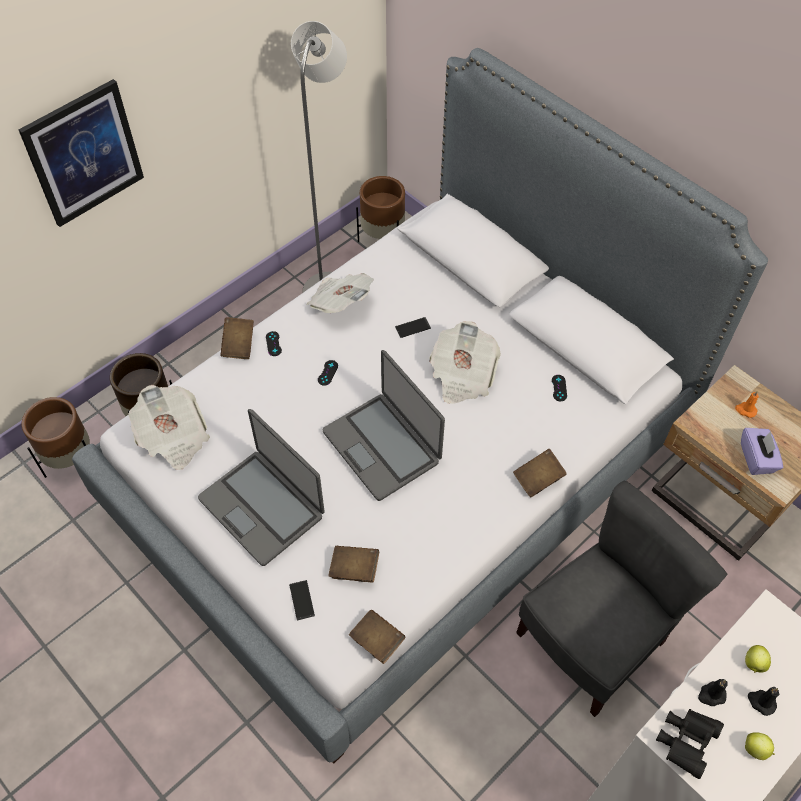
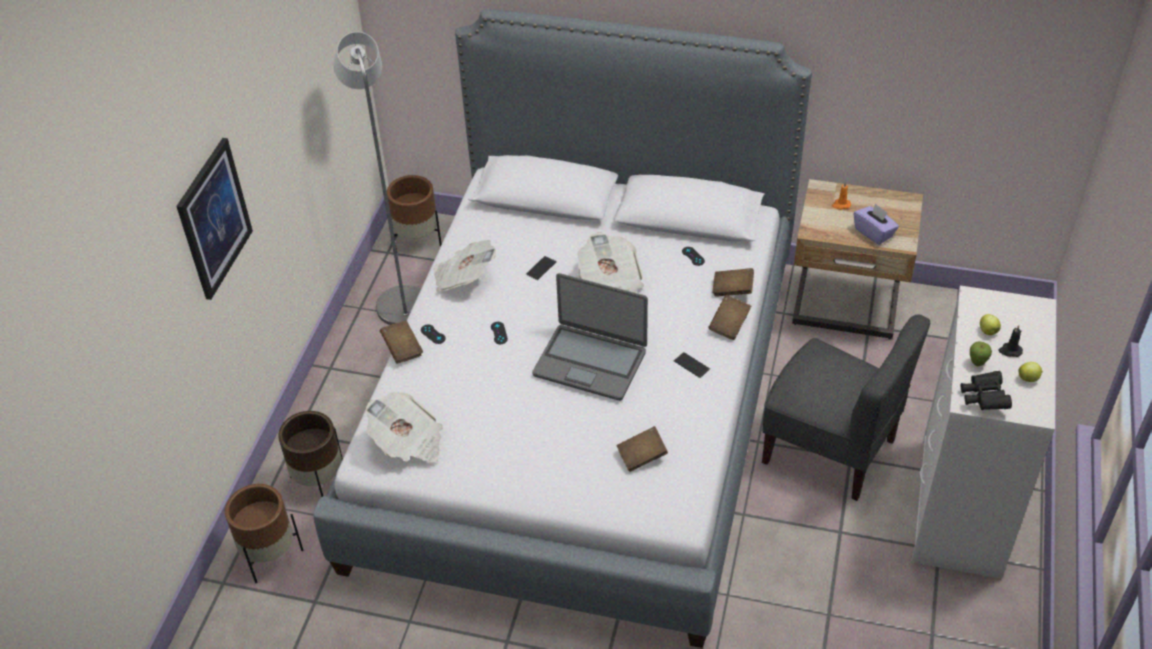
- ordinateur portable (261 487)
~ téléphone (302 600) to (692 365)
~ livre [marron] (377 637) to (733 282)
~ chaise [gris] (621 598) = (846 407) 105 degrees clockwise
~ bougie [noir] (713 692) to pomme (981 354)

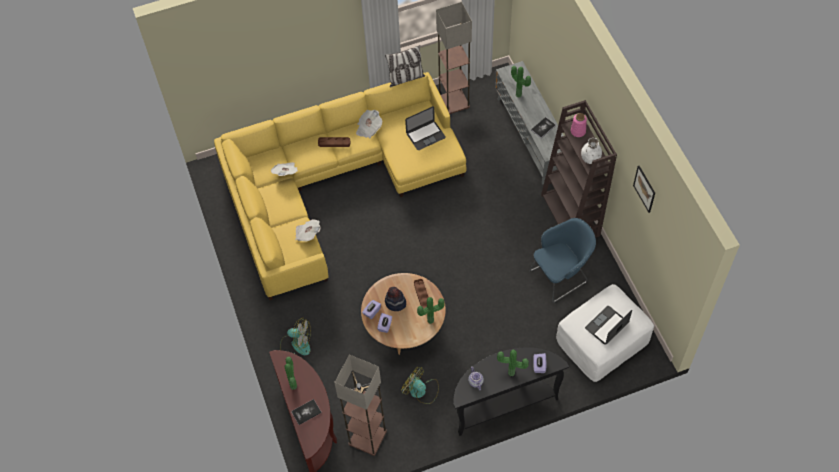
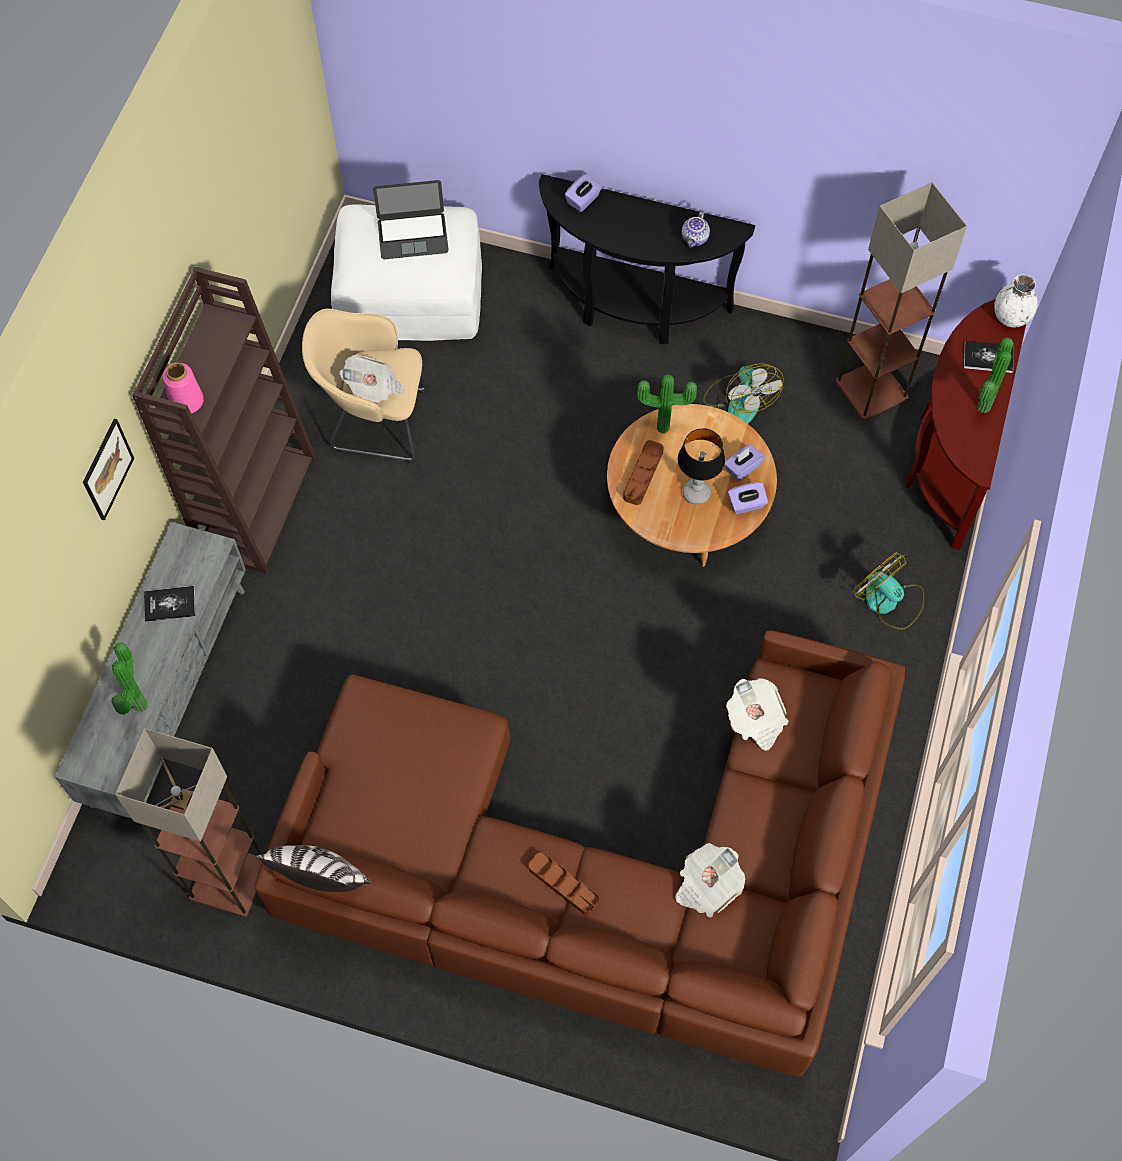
~ canapé [jaune] (340 186) to canapé [marron] (579 853)
~ journal (369 124) to (372 378)
~ chapeau (395 299) to lampe de table (701 466)
- ordinateur portable (425 128)
- plante en pot (513 363)
~ fauteuil [bleu] (562 260) to fauteuil [beige] (365 385)
~ vase [blanc] (591 151) to (1016 300)
~ tableau (644 189) to (108 470)

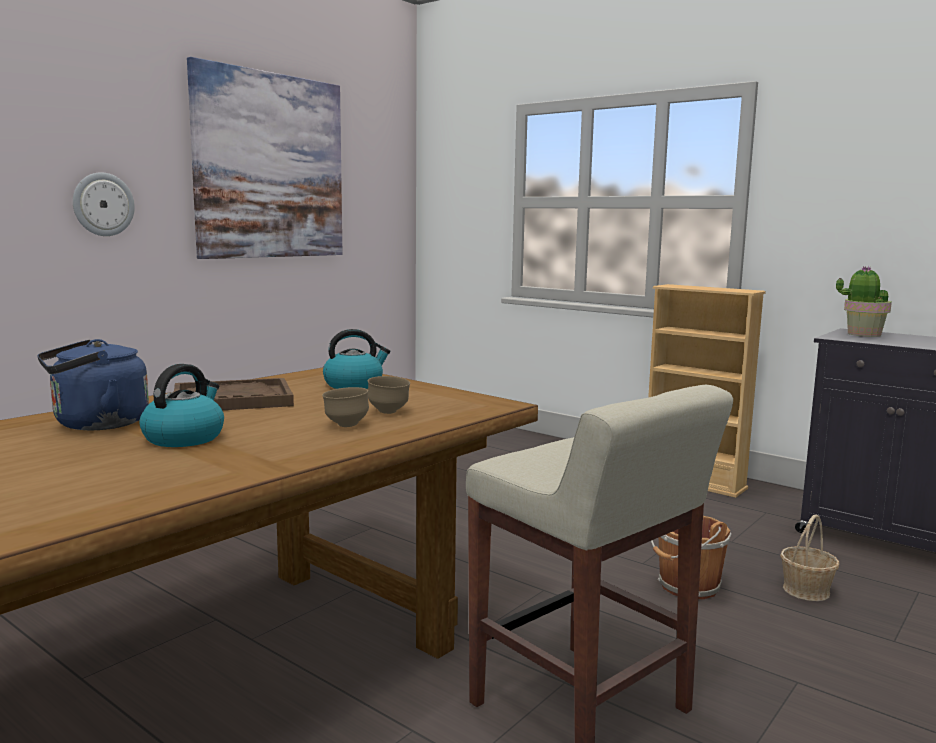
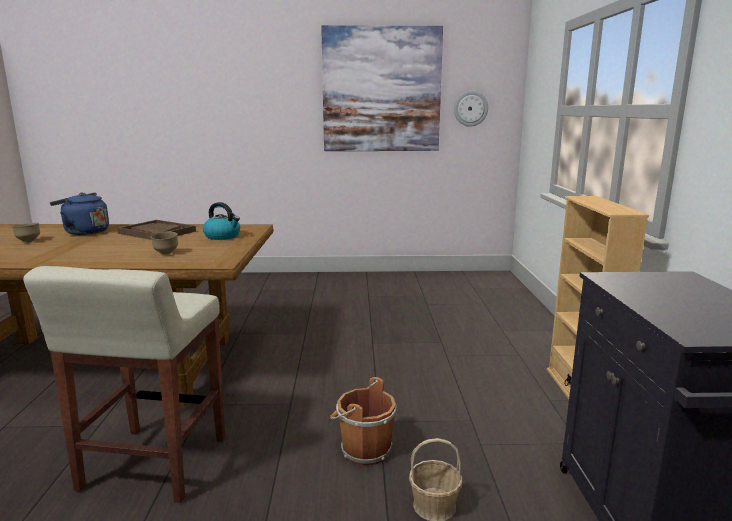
~ horloge murale (104 204) to (471 109)
- bouilloire (181 405)
~ bol [marron] (345 407) to (26 232)
- plante en pot (864 301)

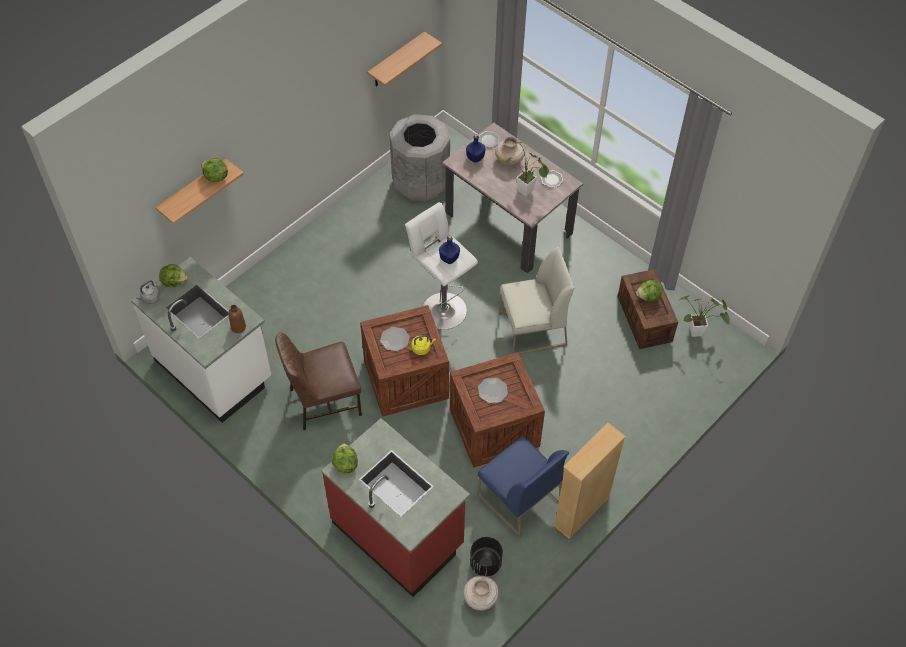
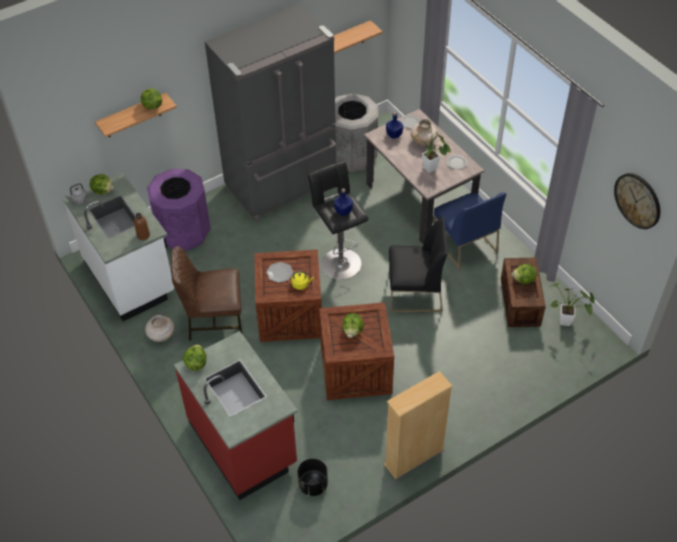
~ tabouret [blanc] (441 266) to tabouret [noir] (338 220)
~ vase [beige] (481 593) to (159 328)
~ assiette (493 390) to laitue (353 325)
~ chaise [bleu] (523 487) to (470 231)
~ chaise [blanc] (536 300) to chaise [noir] (418 264)
+ poubelle [violet] (179 210)
+ réfrigérateur [gris] (271 113)
+ horloge murale (637 201)

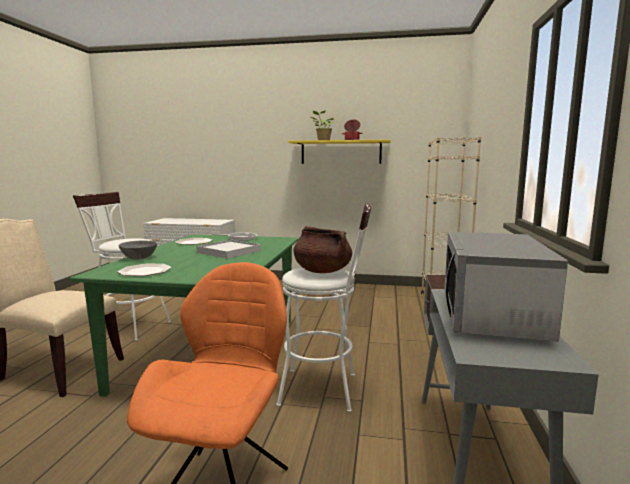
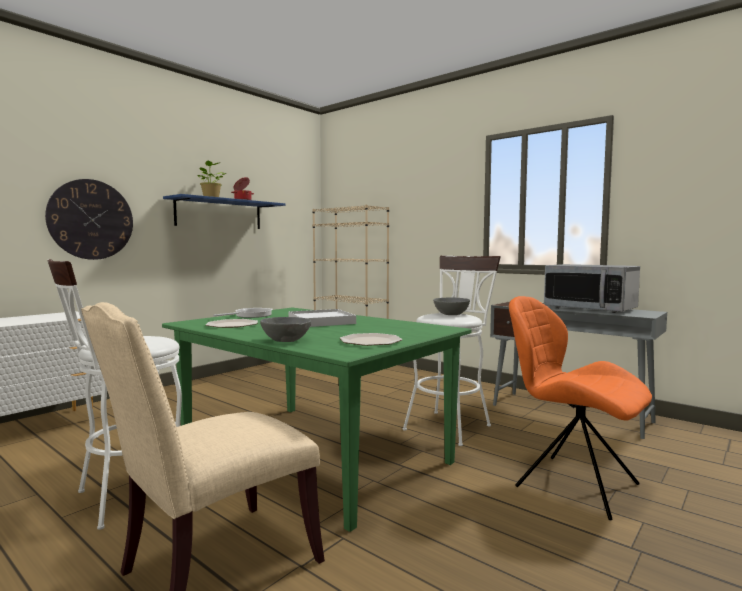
~ étagère [jaune] (339 152) to étagère [bleu] (224 211)
~ marmite [marron] (323 249) to bol [gris] (451 306)
+ horloge murale (89 219)

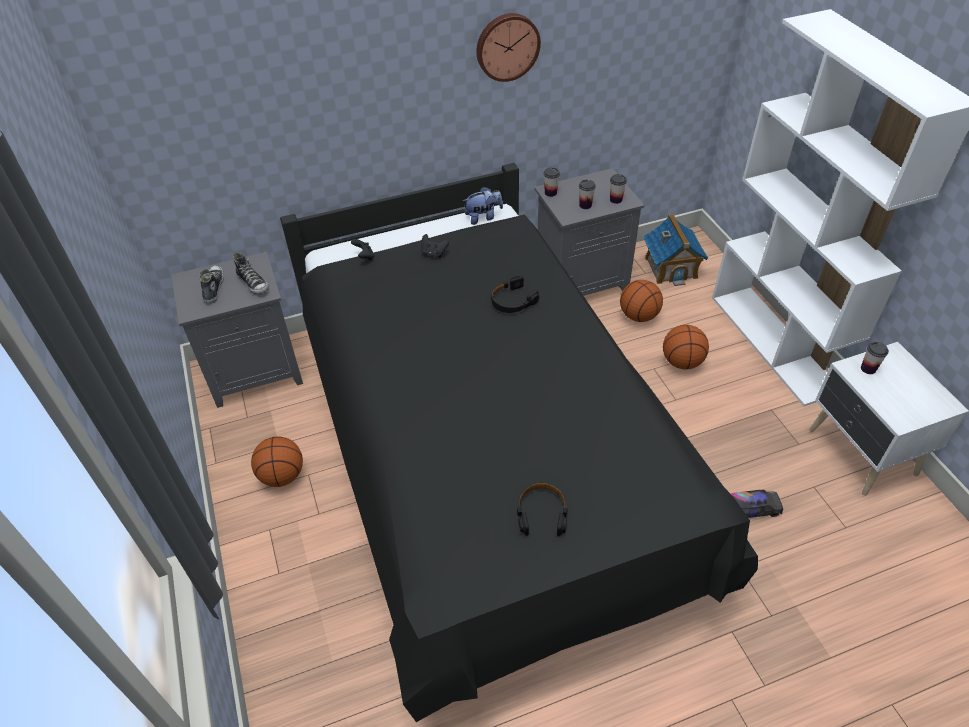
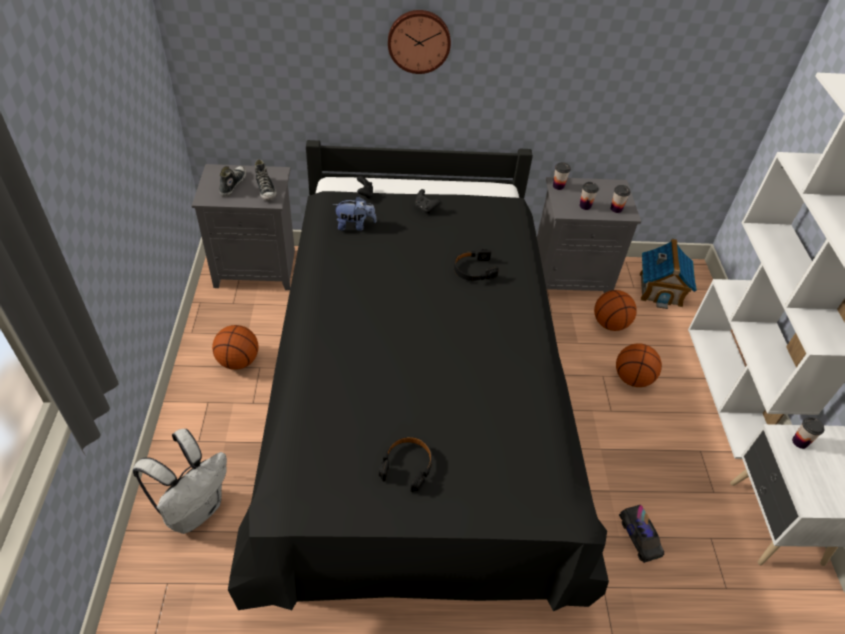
~ peluche (483 206) to (355 213)
~ horloge murale (508 47) to (419 42)
~ camion jouet (757 504) = (641 534) 60 degrees clockwise
+ sac à dos [blanc] (180 481)

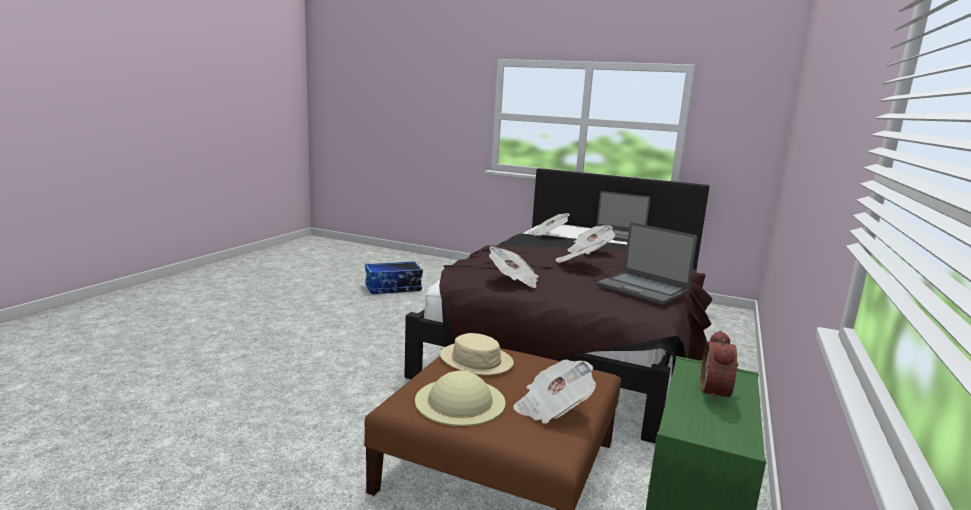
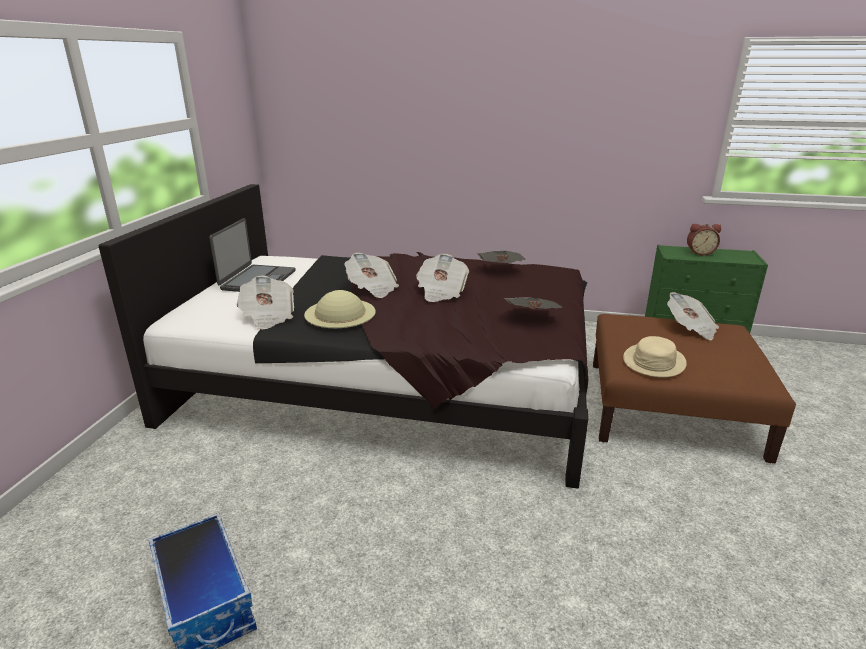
~ chapeau [beige] (460 398) to (340 309)
~ ordinateur portable (647 263) to journal (501 257)

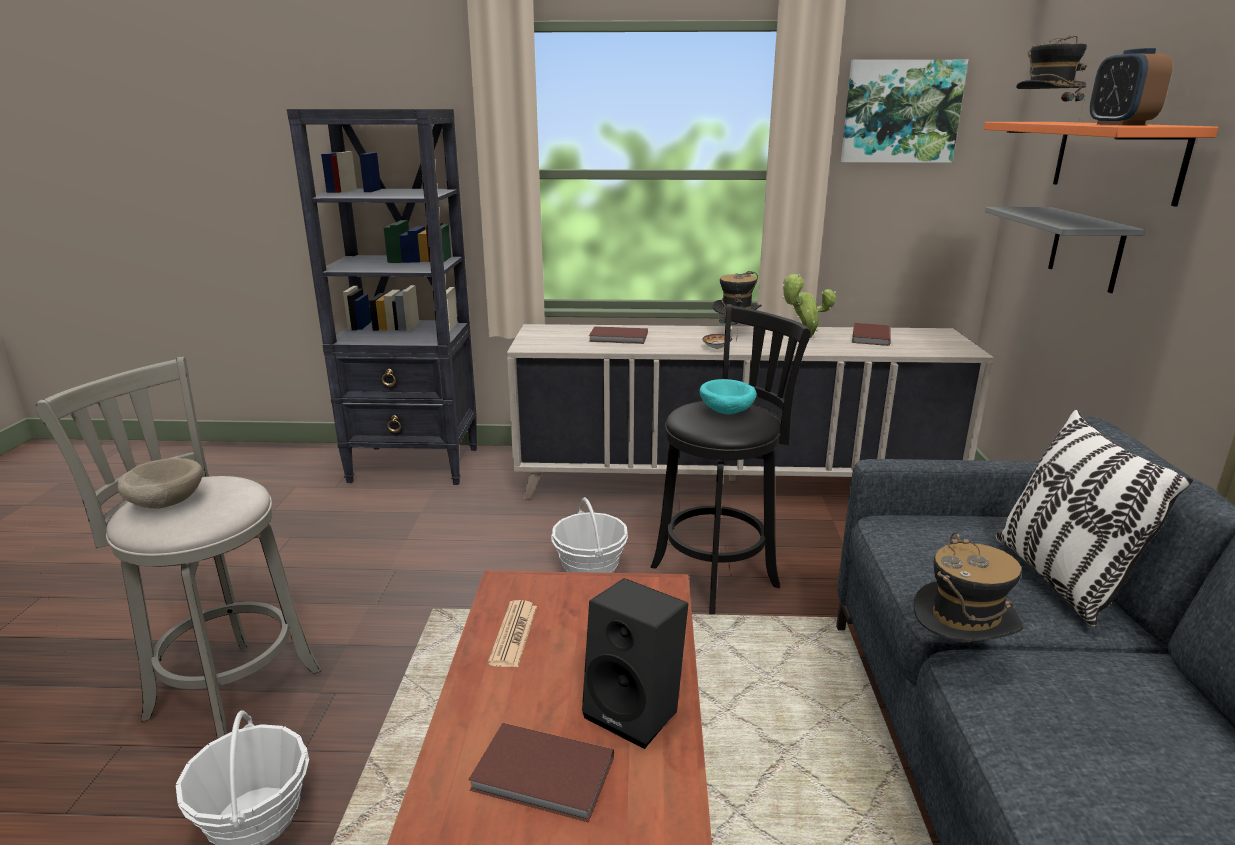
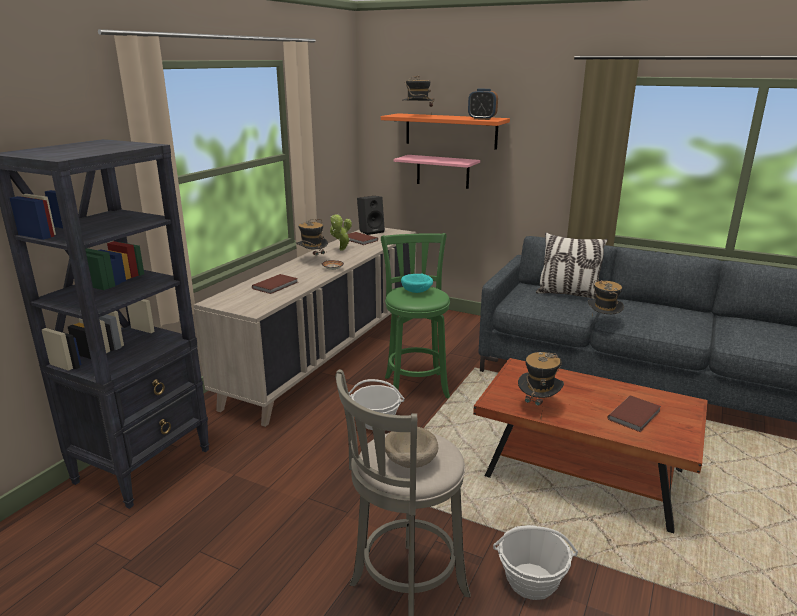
~ journal (512 633) to chapeau (541 385)
~ enceinte [noir] (635 663) to (371 215)
~ tabouret [noir] (730 459) to tabouret [vert] (415 316)
- tableau (904 111)
~ étagère [gris] (1064 250) to étagère [rose] (437 172)

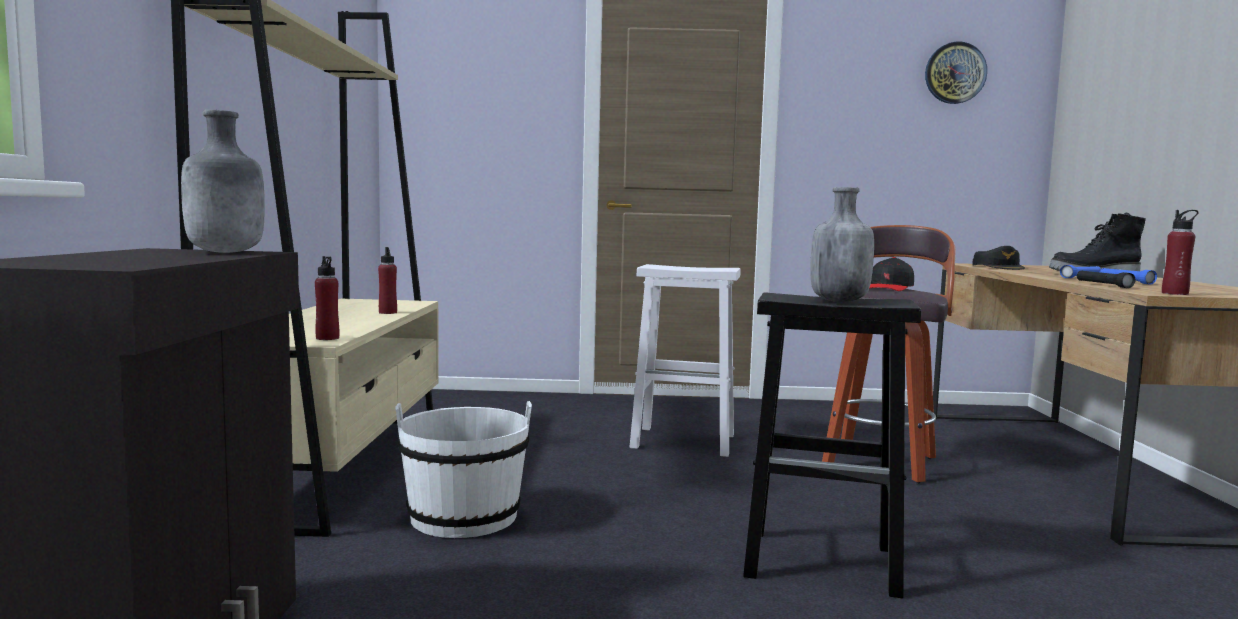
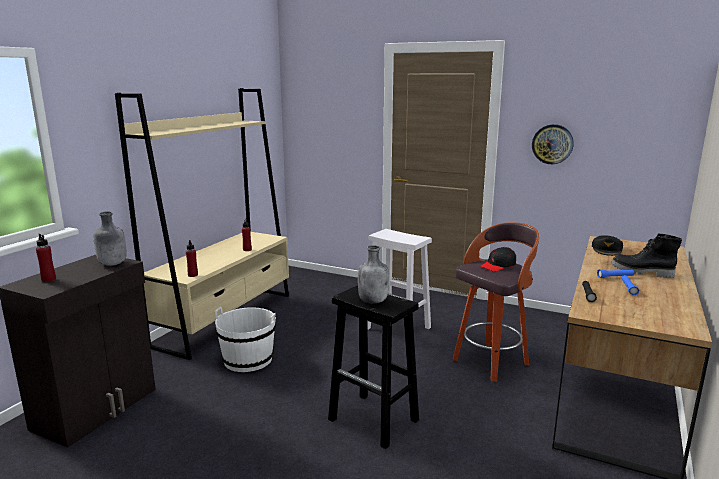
~ horloge murale (956 73) to (553 144)
~ bouteille [rouge] (1180 252) to (46 258)

